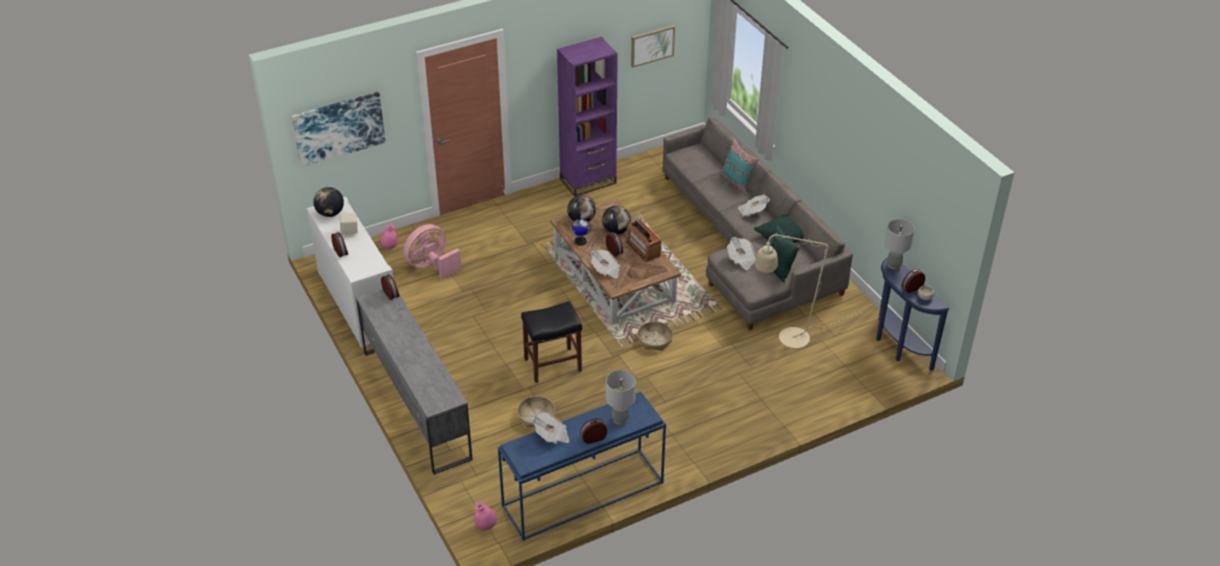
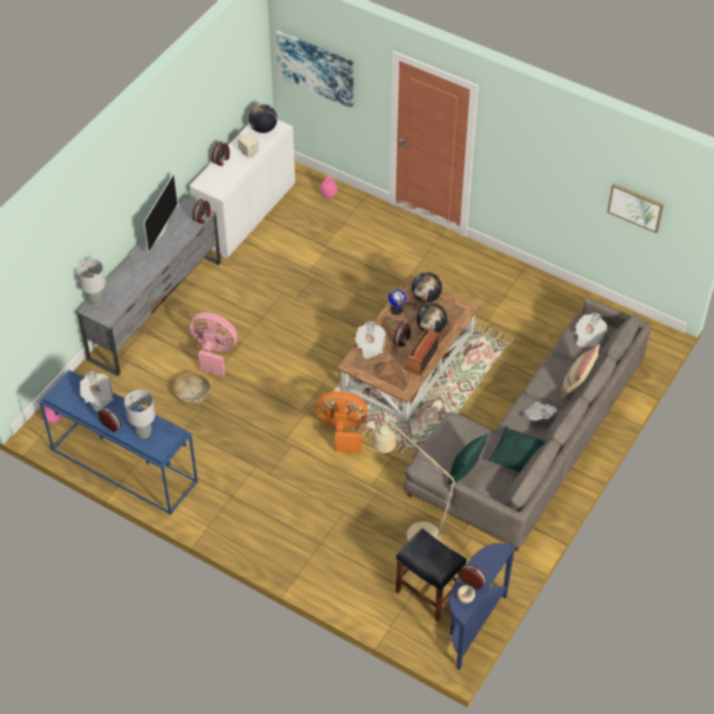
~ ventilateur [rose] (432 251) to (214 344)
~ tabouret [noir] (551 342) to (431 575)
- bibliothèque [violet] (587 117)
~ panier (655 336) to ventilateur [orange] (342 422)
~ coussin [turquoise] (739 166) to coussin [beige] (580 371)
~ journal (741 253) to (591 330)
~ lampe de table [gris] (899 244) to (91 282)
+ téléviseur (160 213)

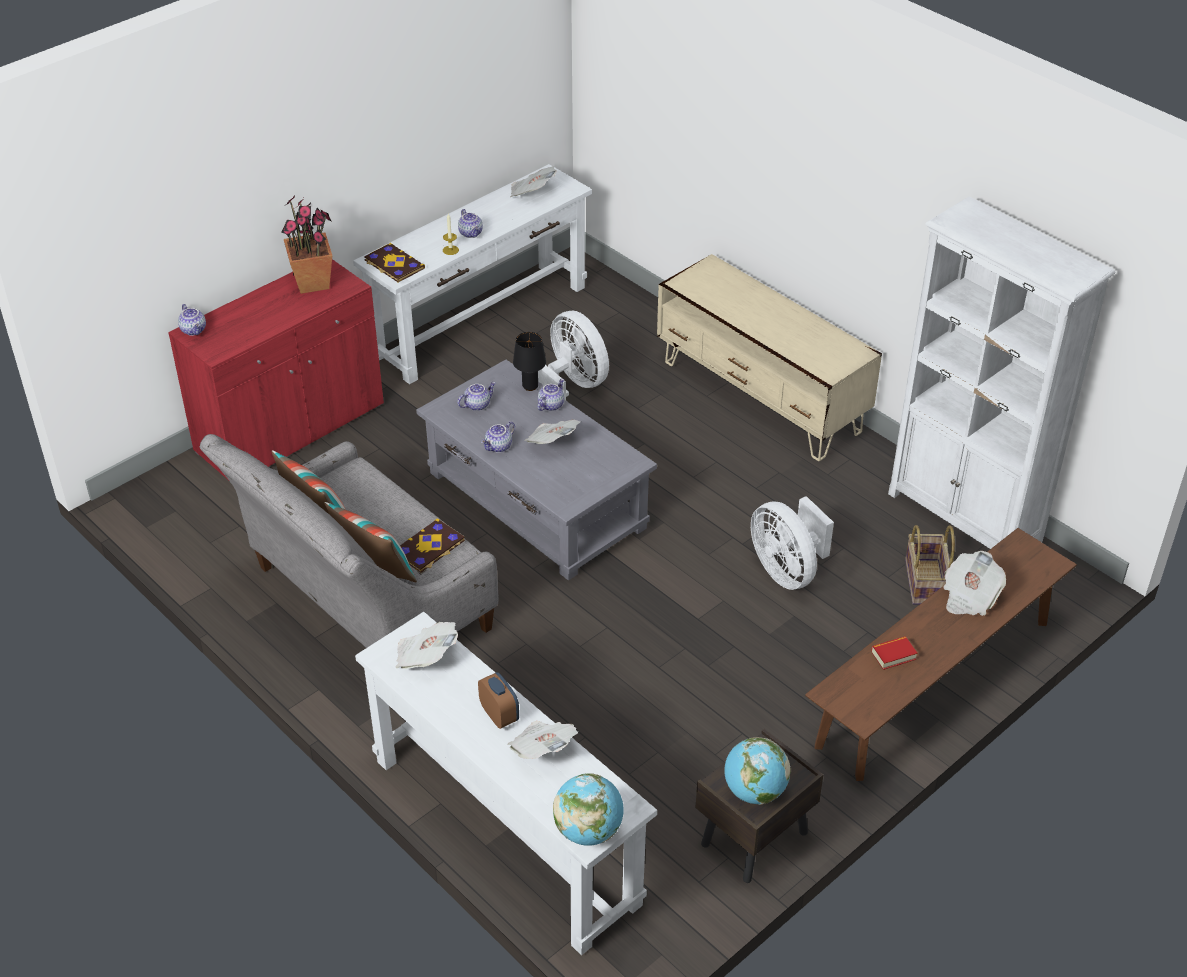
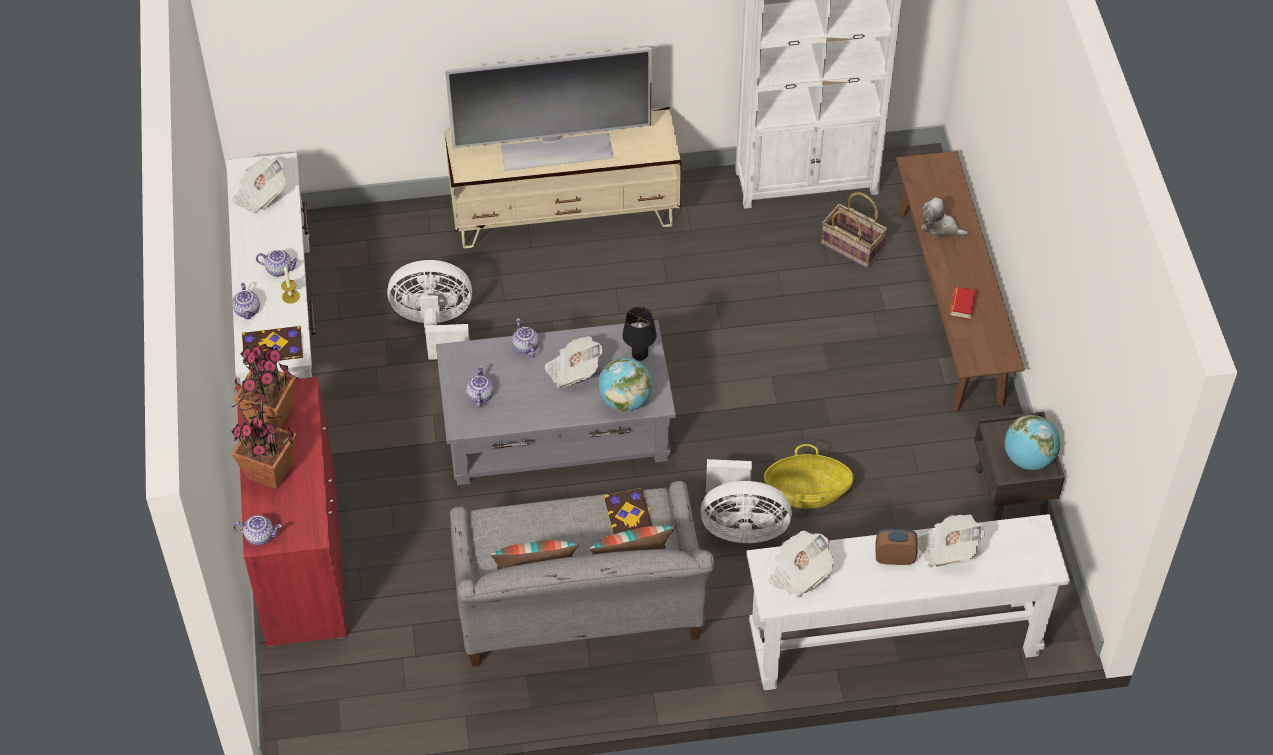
~ théière (498 437) to (246 301)
~ lampe de table [noir] (529 361) to (640 334)
~ globe (588 809) to (625 385)
~ ventilateur [blanc] (792 543) to (746 501)
~ journal (974 583) to peluche (945 217)
+ plante en pot (263 440)
+ téléviseur (548 109)
+ panier (808 476)

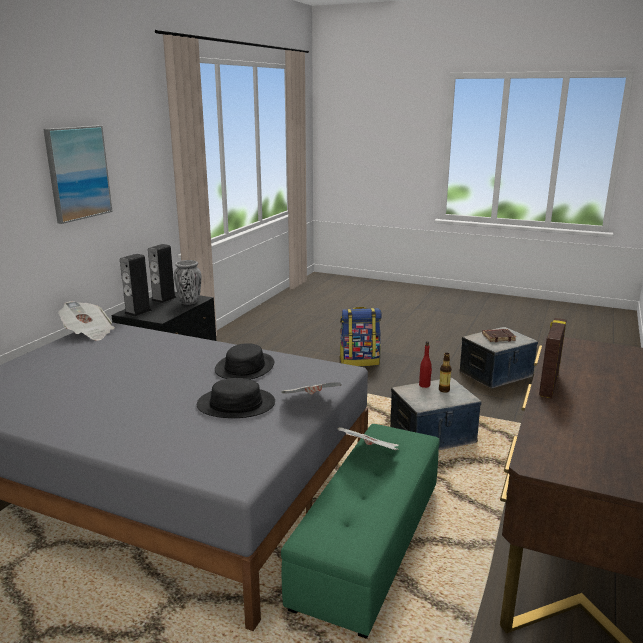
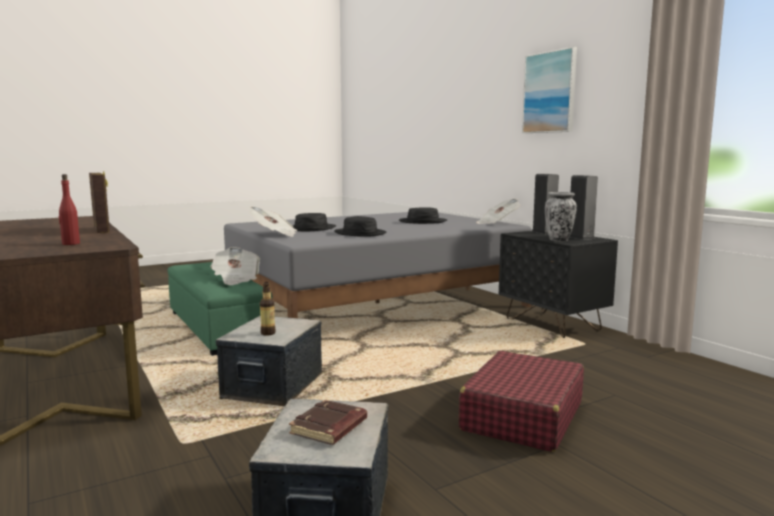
~ sac à dos (360 337) to valise [rouge] (521 401)
~ bouteille [rouge] (425 364) to (69 209)
+ chapeau [noir] (423 215)

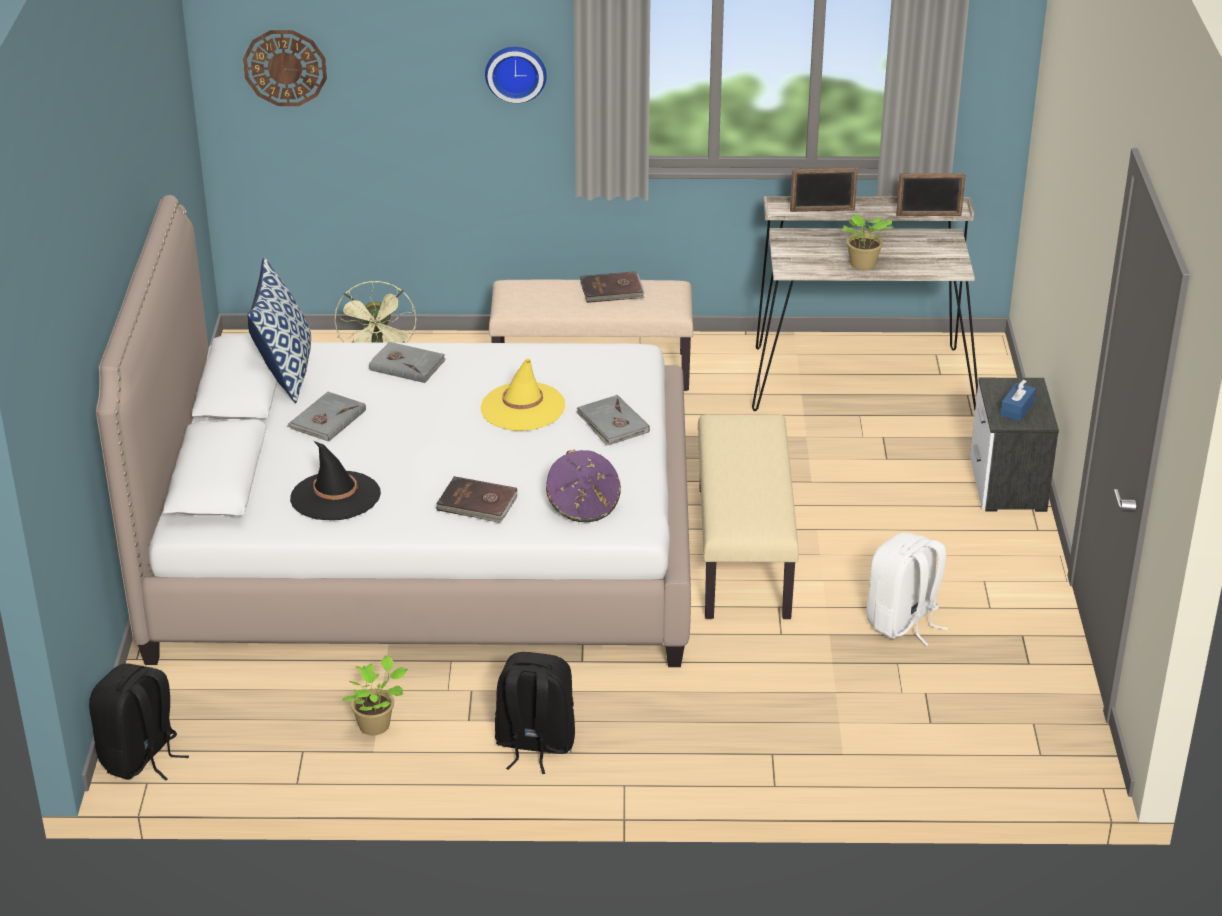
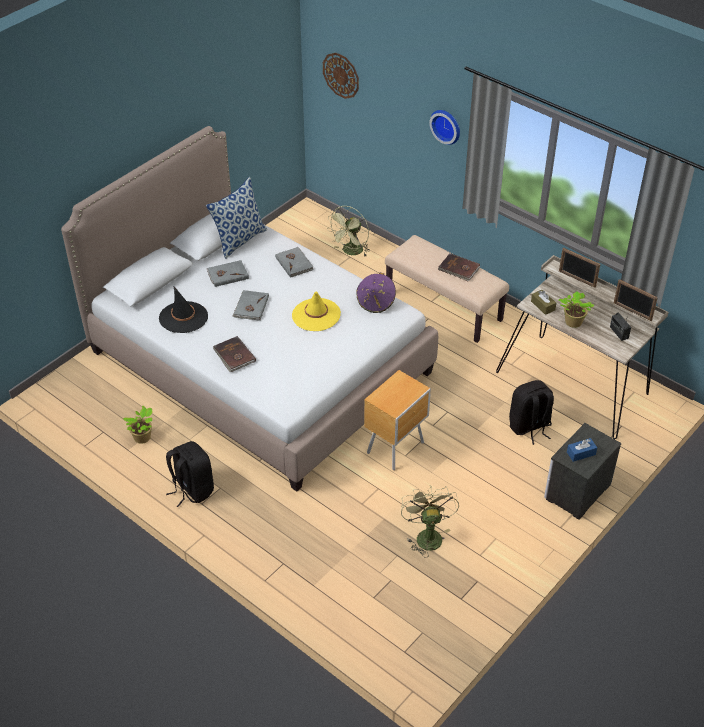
~ sac à dos [noir] (139 722) to (531 412)
~ chapeau [violet] (583 486) to (376 293)
~ livre [gris] (613 420) to (250 305)
~ banc [beige] (748 516) to table de chevet [marron] (397 420)
~ sac à dos [blanc] (907 589) to ventilateur [vert] (430 522)
+ boîte à mouchoirs [marron] (543 302)
+ radio (620 327)

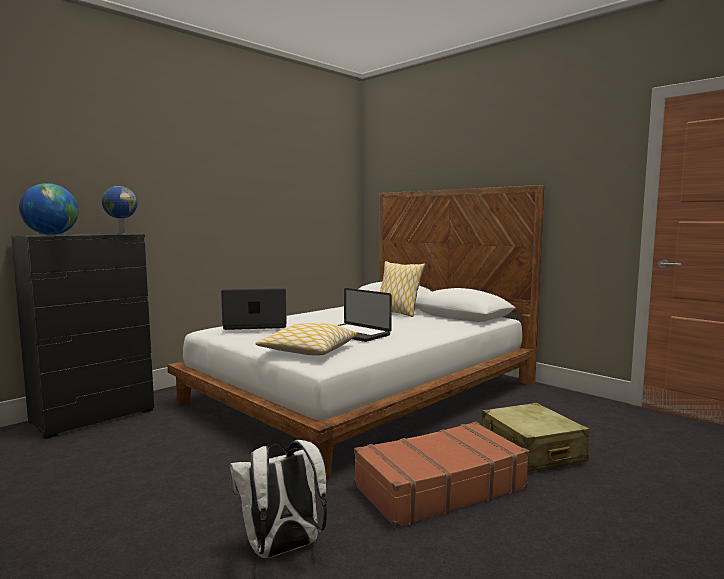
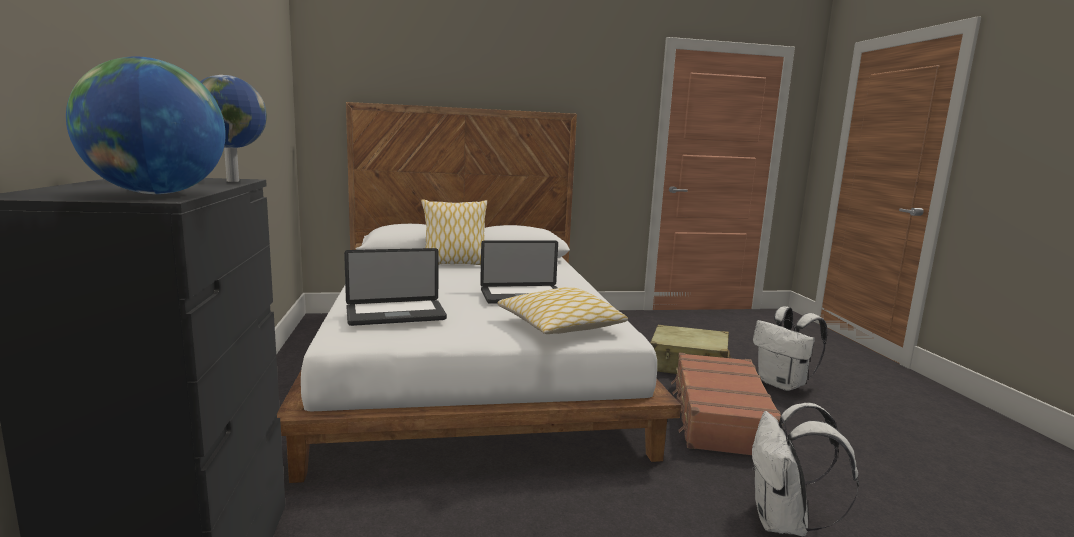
~ ordinateur portable (254 309) = (395 287) 135 degrees counterclockwise
+ sac à dos [blanc] (790 348)

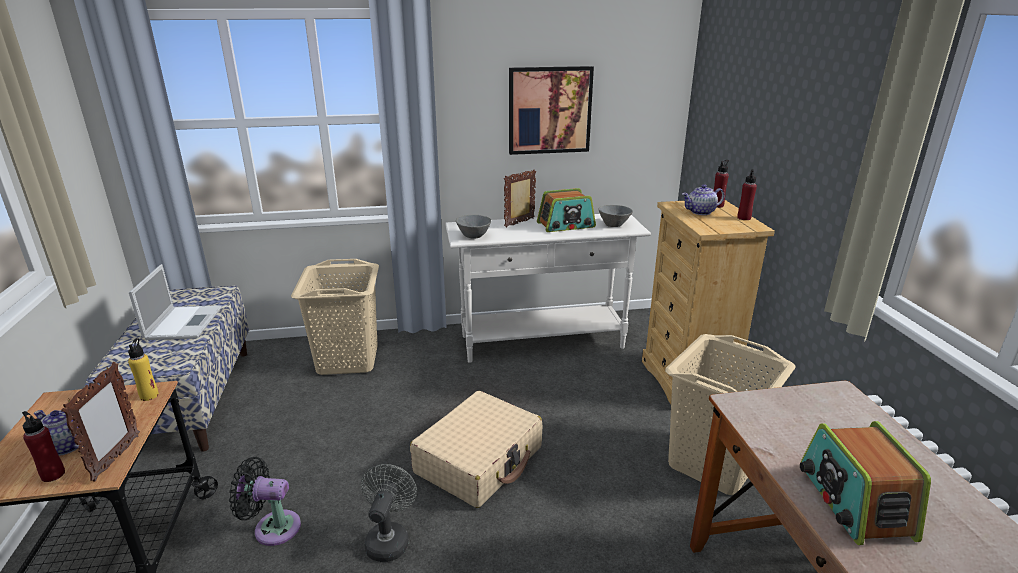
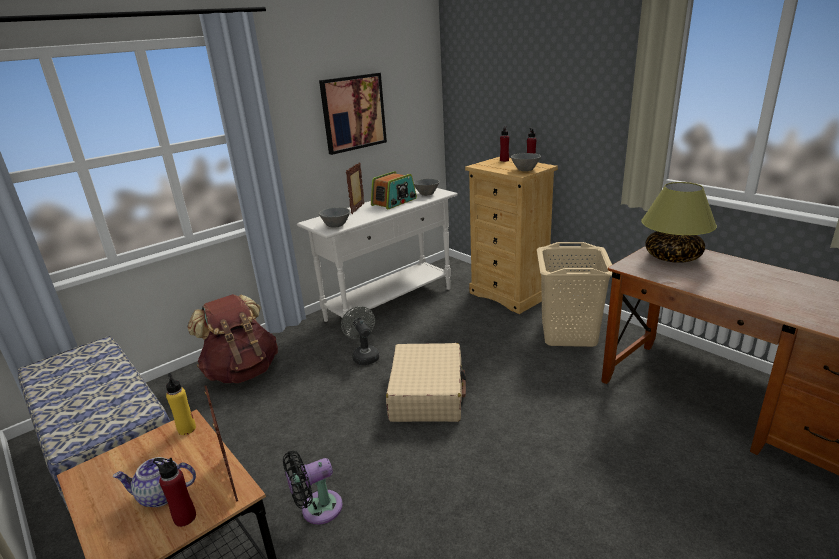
- ordinateur portable (175 302)
~ panier à linge [beige] (335 317) to sac à dos [marron] (232 338)
~ ventilateur [gris] (389 513) to (360 335)
- théière (703 199)
- radio (865 483)
+ bol [gris] (526 162)
+ lampe de table (679 222)

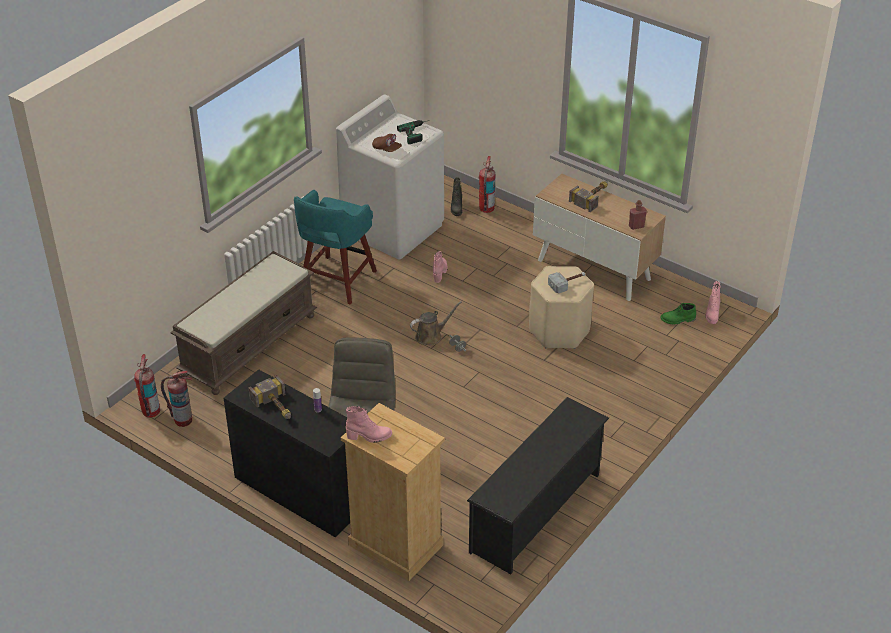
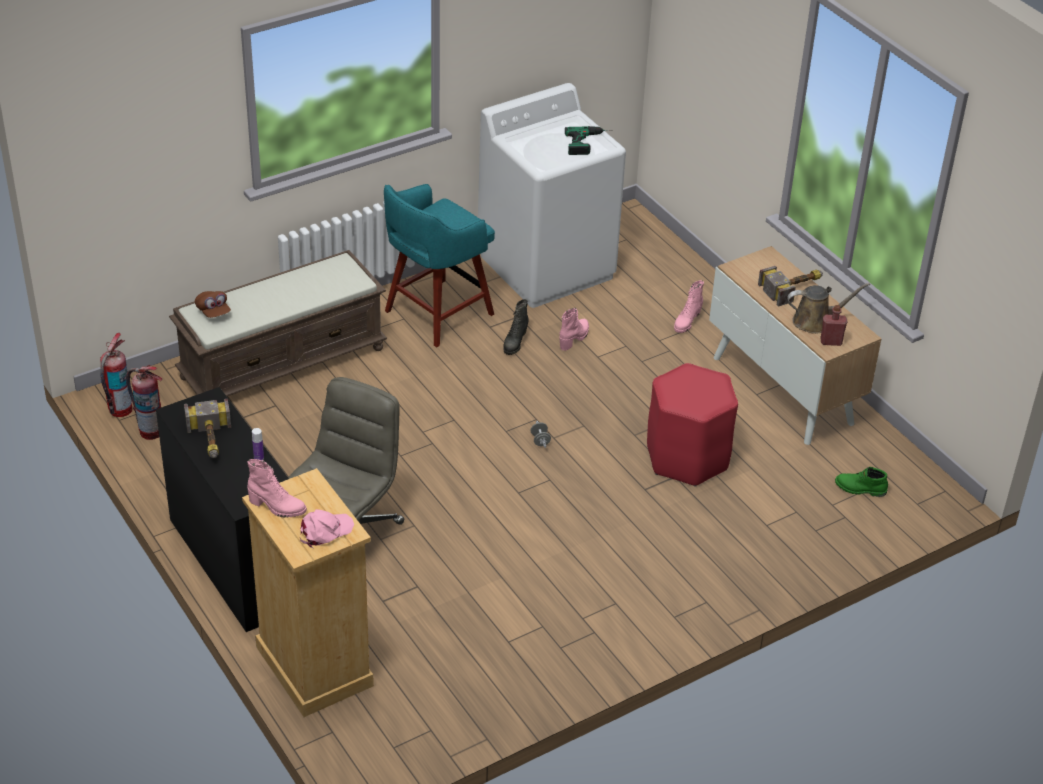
~ casquette [marron] (387 143) to (213 304)
~ arrosoir [marron] (436 323) to (828 308)
~ botte [noir] (456 196) to (516 327)
- étagère à chaussures [noir] (538 485)
- extincteur (487 184)
~ tabouret [beige] (561 307) to tabouret [rouge] (692 425)
- marteau (566 282)
~ botte [rose] (713 302) to (689 306)
+ casquette [rose] (327 528)

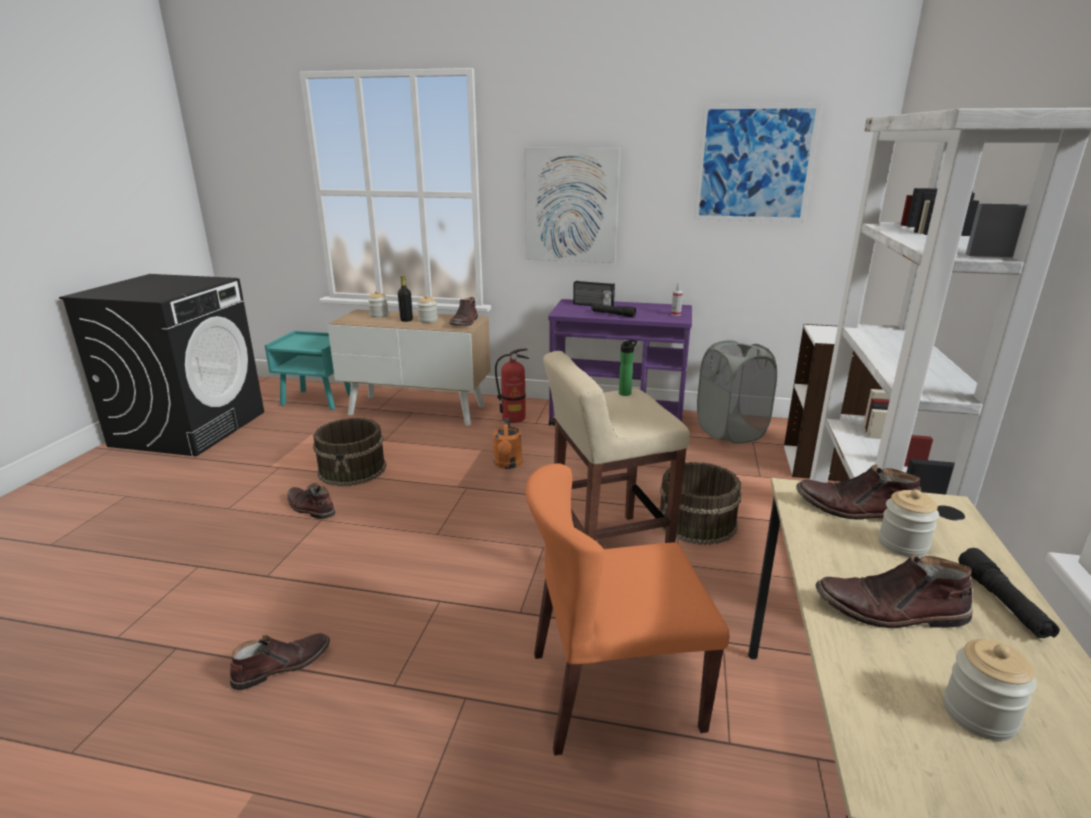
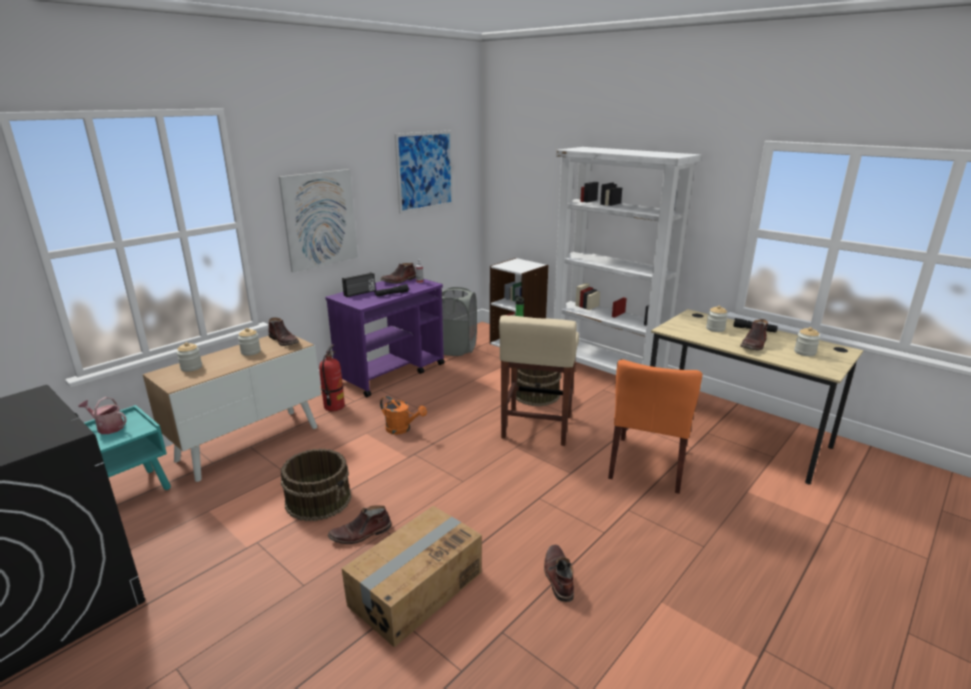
- bouteille [noir] (405 299)
~ botte [marron] (859 492) to (398 273)
+ arrosoir (102 415)
+ carton (412 577)

